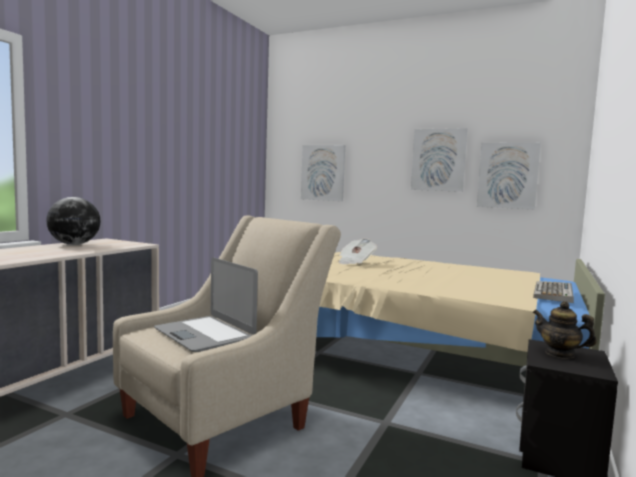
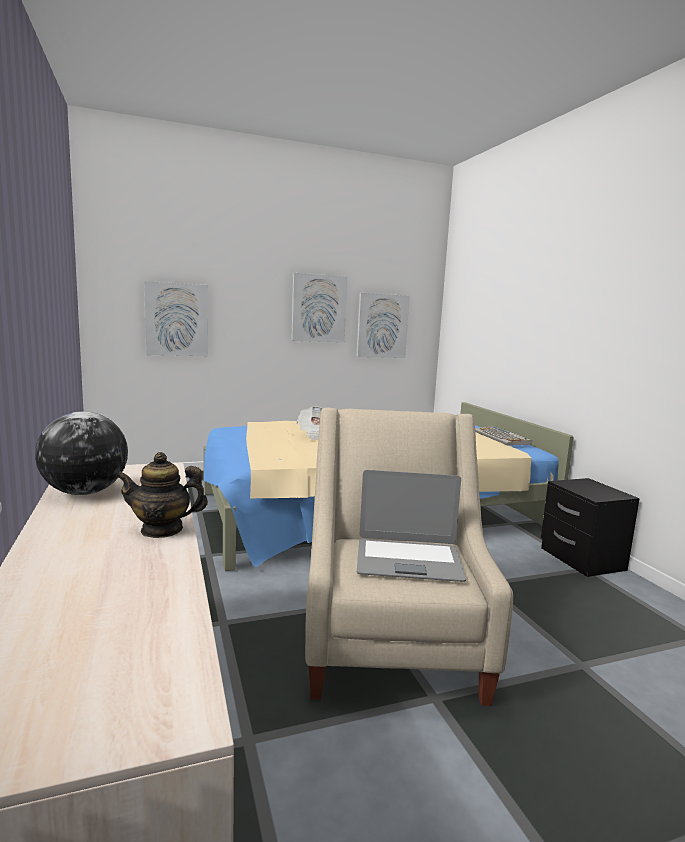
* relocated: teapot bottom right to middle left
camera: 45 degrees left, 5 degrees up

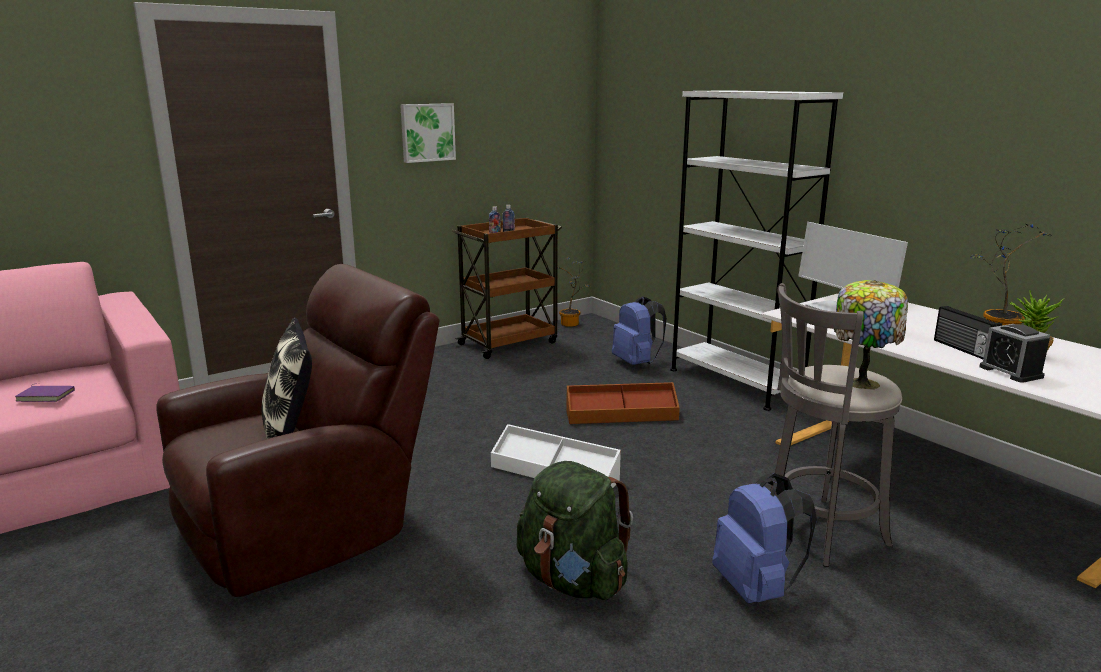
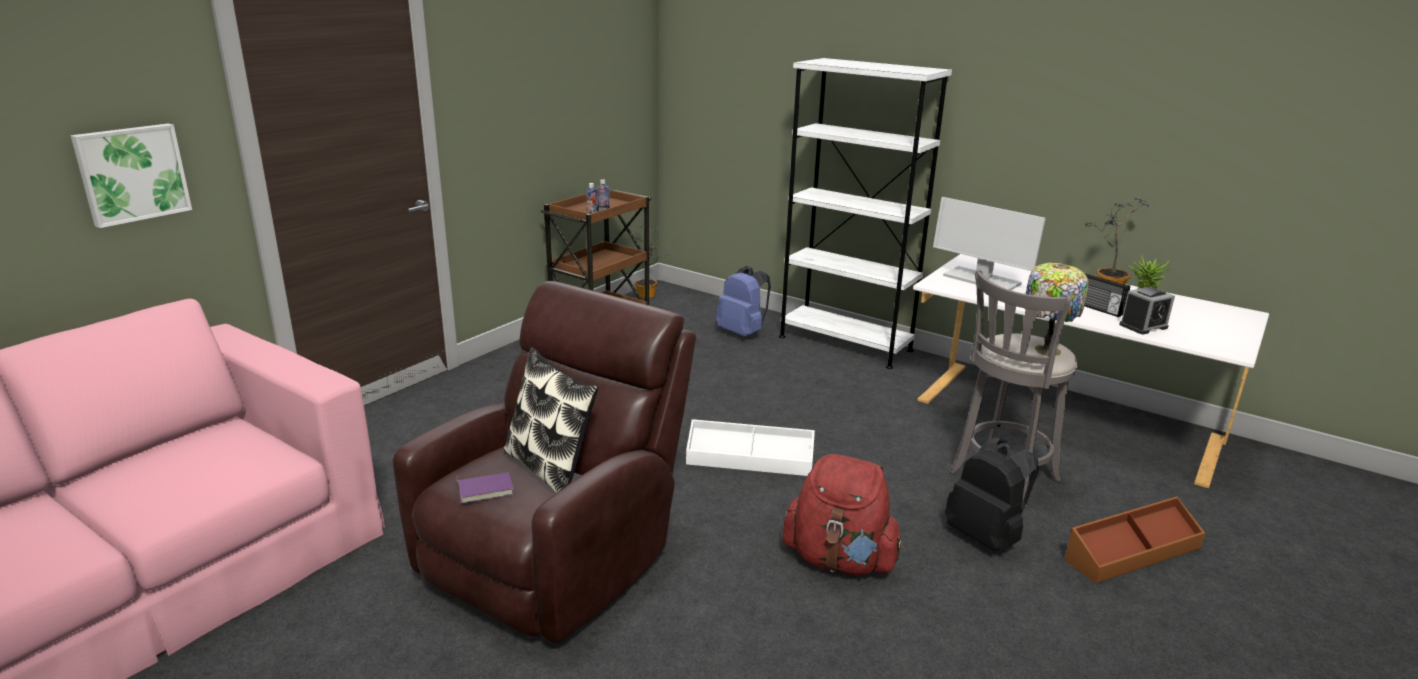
* relocated: purple book middle left to bottom centre
* relocated: wall art top centre to top left
* relocated: brown storage bin centre to bottom right
* colour: green-coloured rucksack bottom centre to reddish rucksack bottom centre
* colour: blue-coloured rucksack (no. 2 from left) bottom right to black-coloured rucksack bottom right
* spun: bedside clock middle right = middle right 75 degrees counterclockwise
camera: 20 degrees left, 5 degrees up

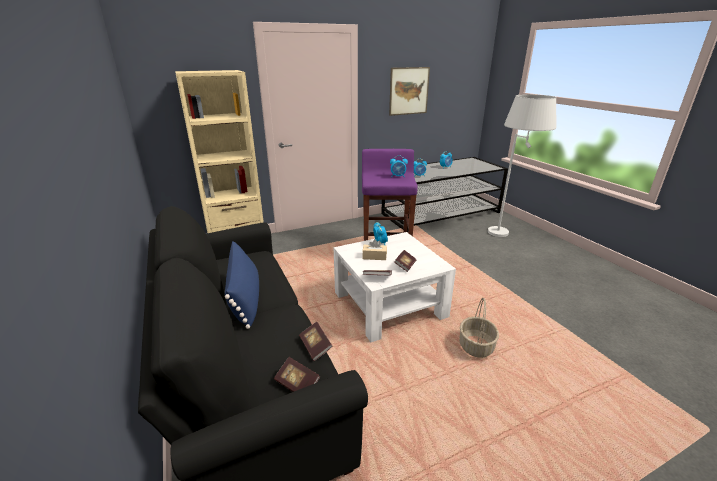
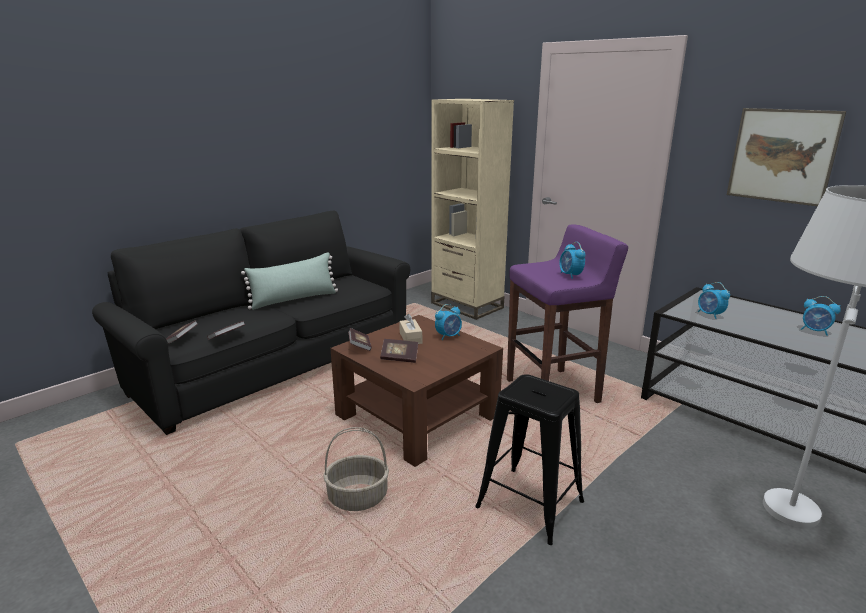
* appeared: black-coloured sitting stool bottom centre
* colour: blue-coloured throw pillow centre to green-coloured throw pillow centre
* colour: whitish low table centre to brown low table centre
camera: 70 degrees right, 5 degrees down

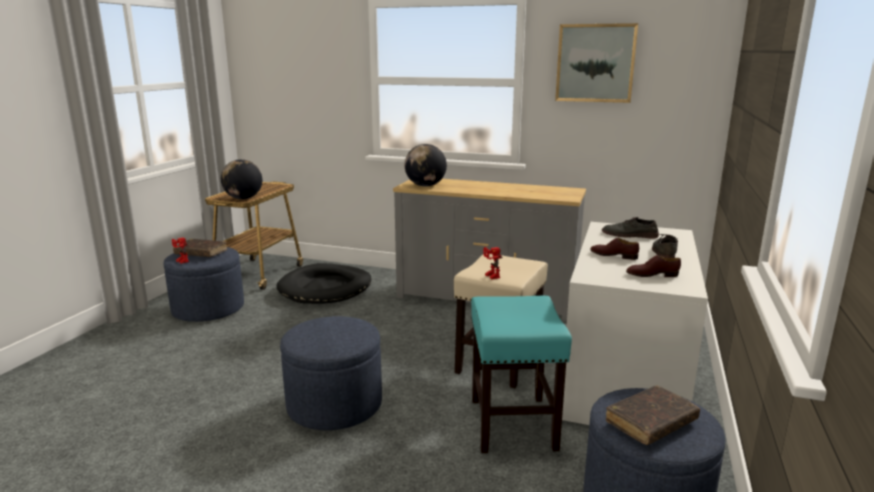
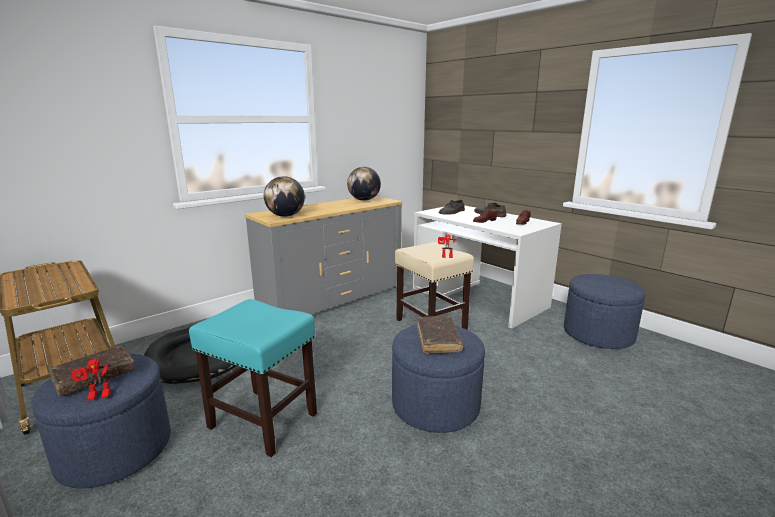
* missing: wall art top right
* relocated: desk globe (no. 1 from left in the first image) middle left to desk globe (no. 2 from left) centre
* relocated: turquoise-coloured sitting stool bottom centre to bottom left
* relocated: brown book (no. 2 from left) bottom right to centre
camera: 60 degrees left, 0 degrees up

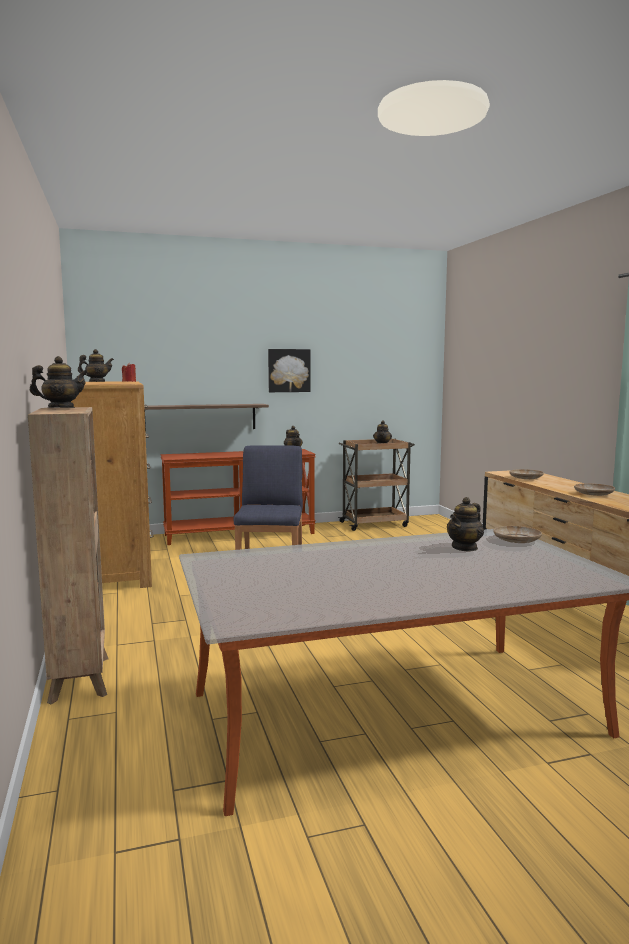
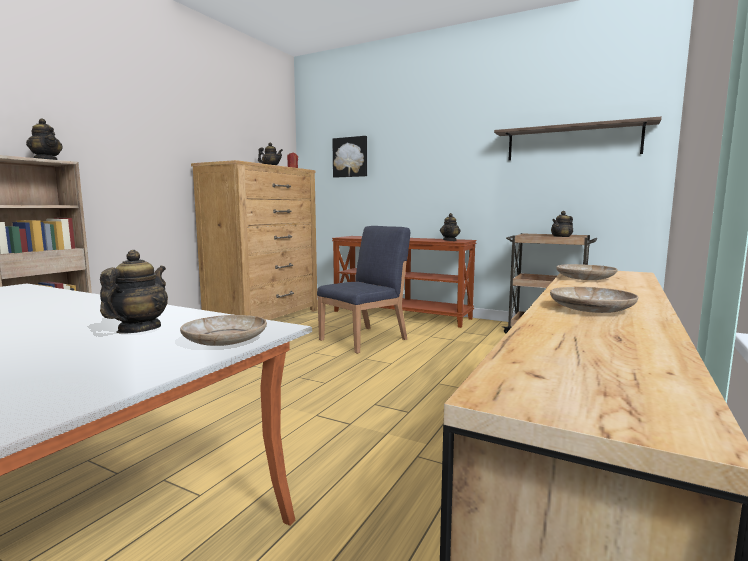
* relocated: wall shelf middle left to top right
* relocated: wall art centre to top centre
* spun: teapot (no. 5 from left in the first image) middle right = middle left 105 degrees clockwise
camera: 45 degrees right, 0 degrees up

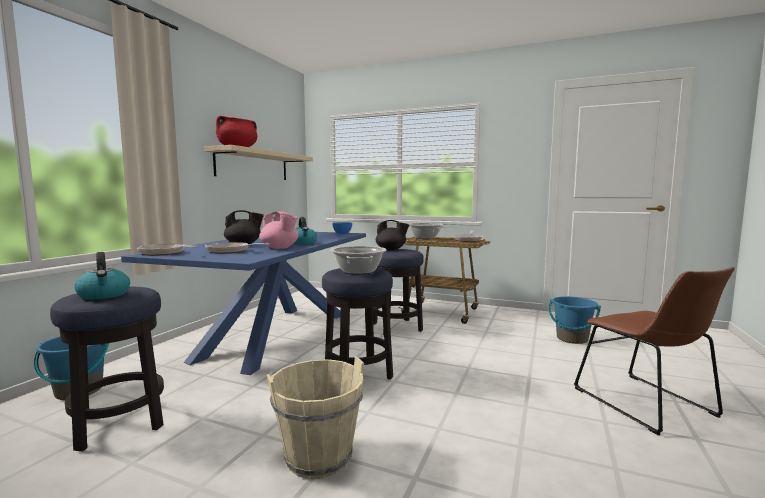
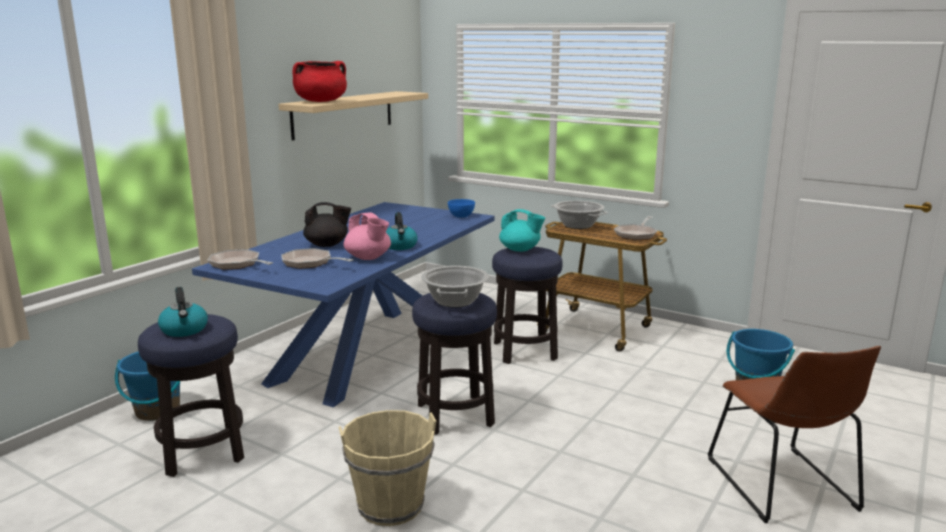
* colour: black-coloured teapot (no. 2 from left) centre to turquoise-coloured teapot centre
camera: 10 degrees right, 10 degrees up

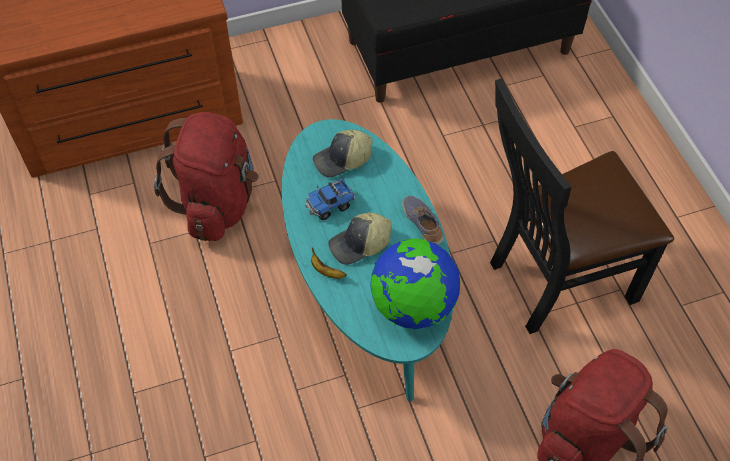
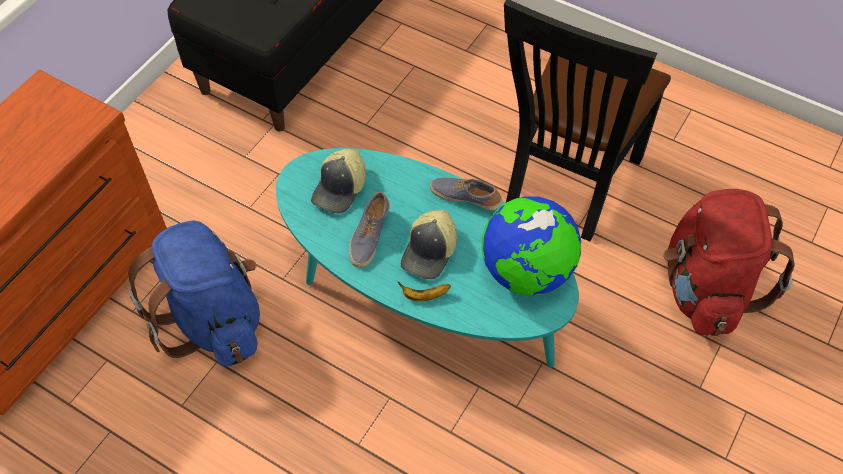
* exchanged: model truck centre to low shoe (no. 1 from left) centre
* colour: reddish rucksack (no. 1 from left) middle left to blue-coloured rucksack middle left
camera: 40 degrees left, 0 degrees up

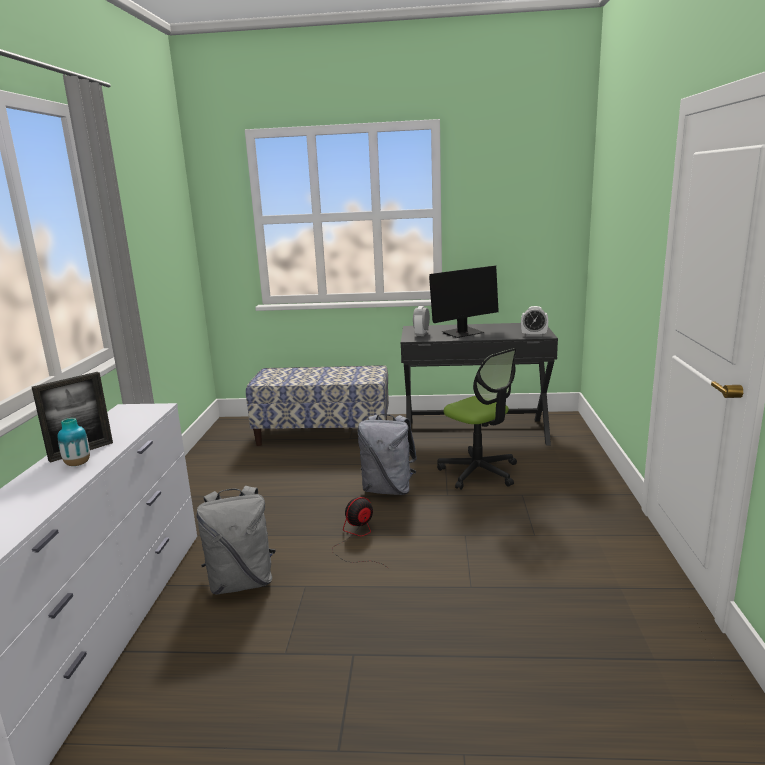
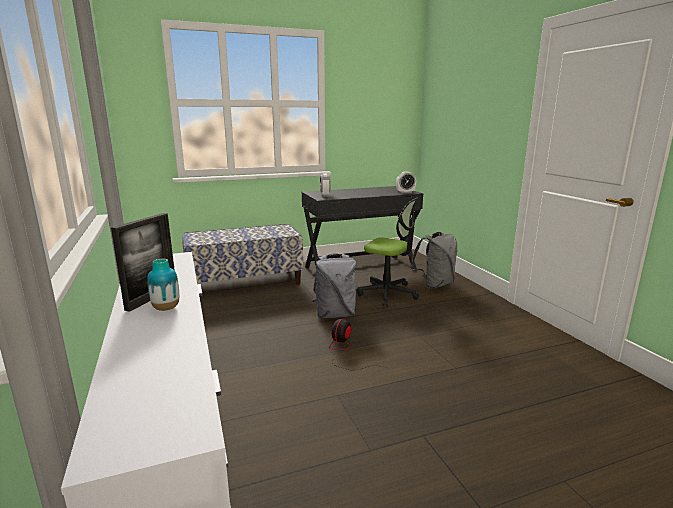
* missing: computer display centre
* relocated: grey rucksack (no. 1 from left in the first image) bottom left to grey rucksack (no. 2 from left) centre
camera: 25 degrees left, 0 degrees up

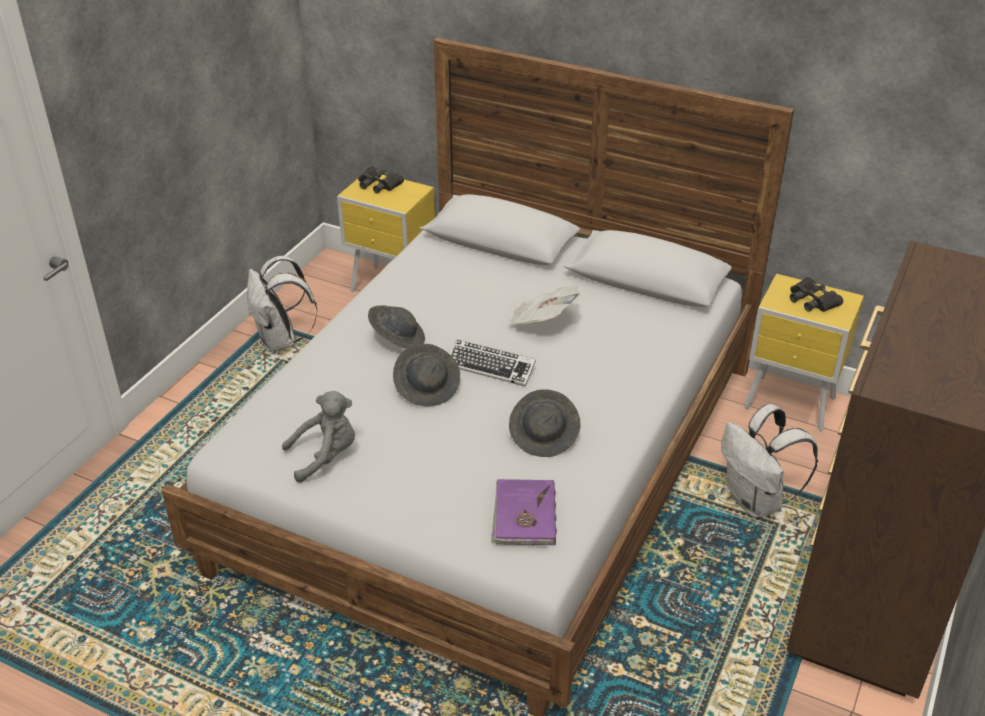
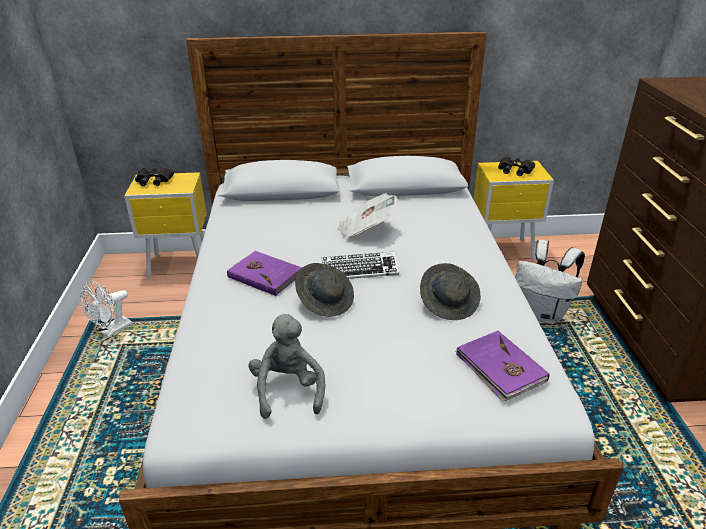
* exchanged: whitish rucksack (no. 1 from left) middle left to whitish cooling fan middle left
* exchanged: grey clothing hat (no. 1 from left) centre to purple book (no. 1 from left) centre
* spun: grey cuddly toy middle left = bottom centre 45 degrees counterclockwise
camera: 30 degrees left, 5 degrees down

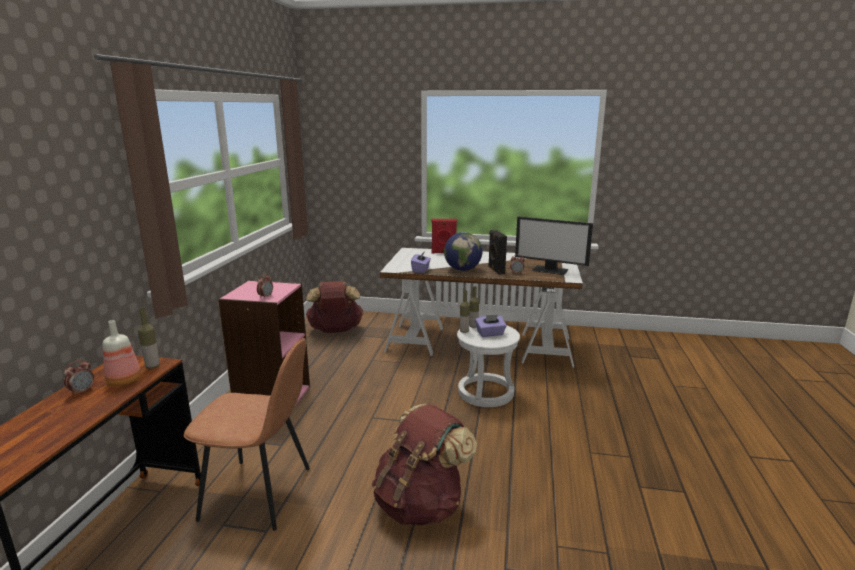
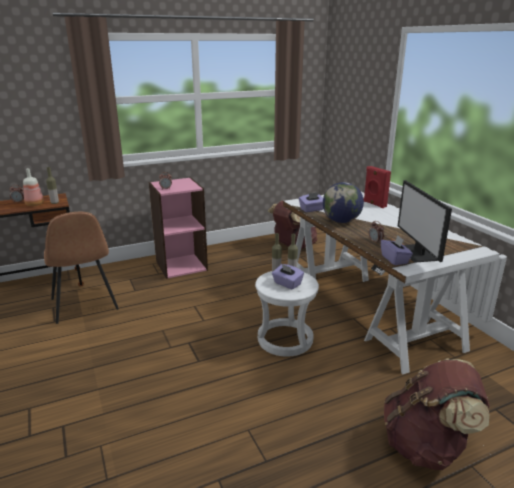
* missing: black-coloured speaker centre
* appeared: purple tissue box (no. 3 from left) middle right
* relocated: brown rucksack (no. 2 from left) bottom centre to bottom right
camera: 55 degrees right, 5 degrees up

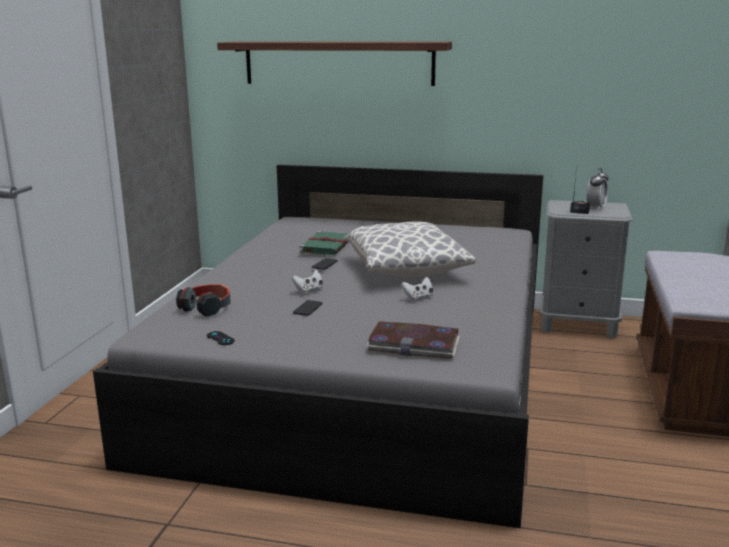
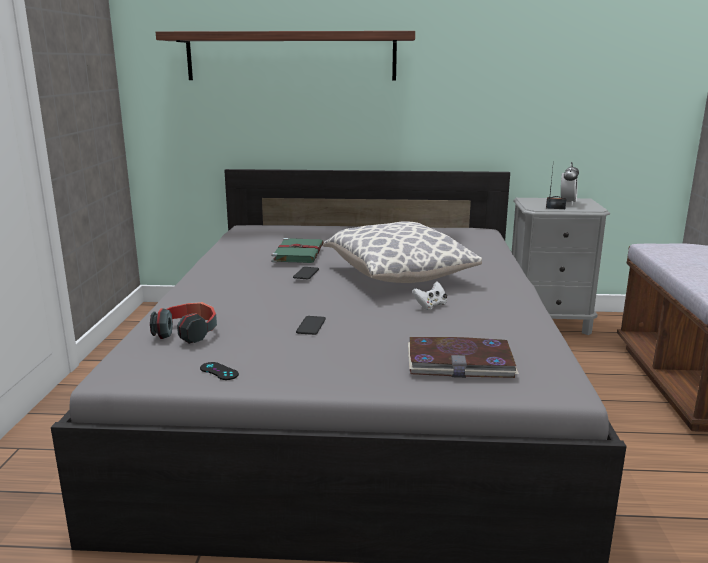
* missing: whitish game controller (no. 1 from left) centre
camera: 10 degrees left, 0 degrees up

